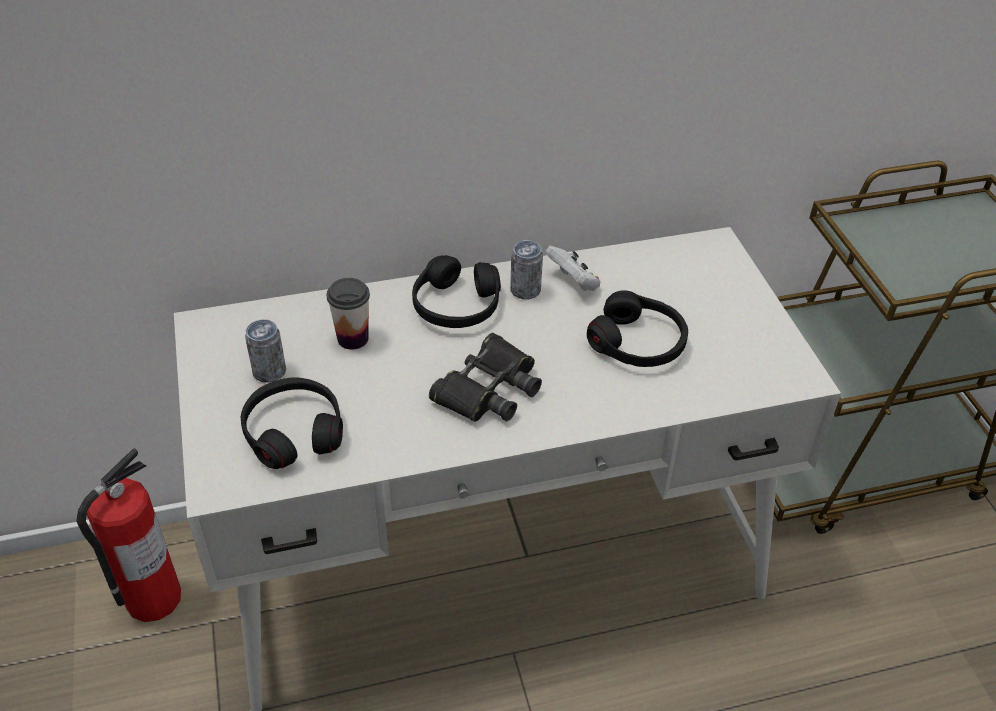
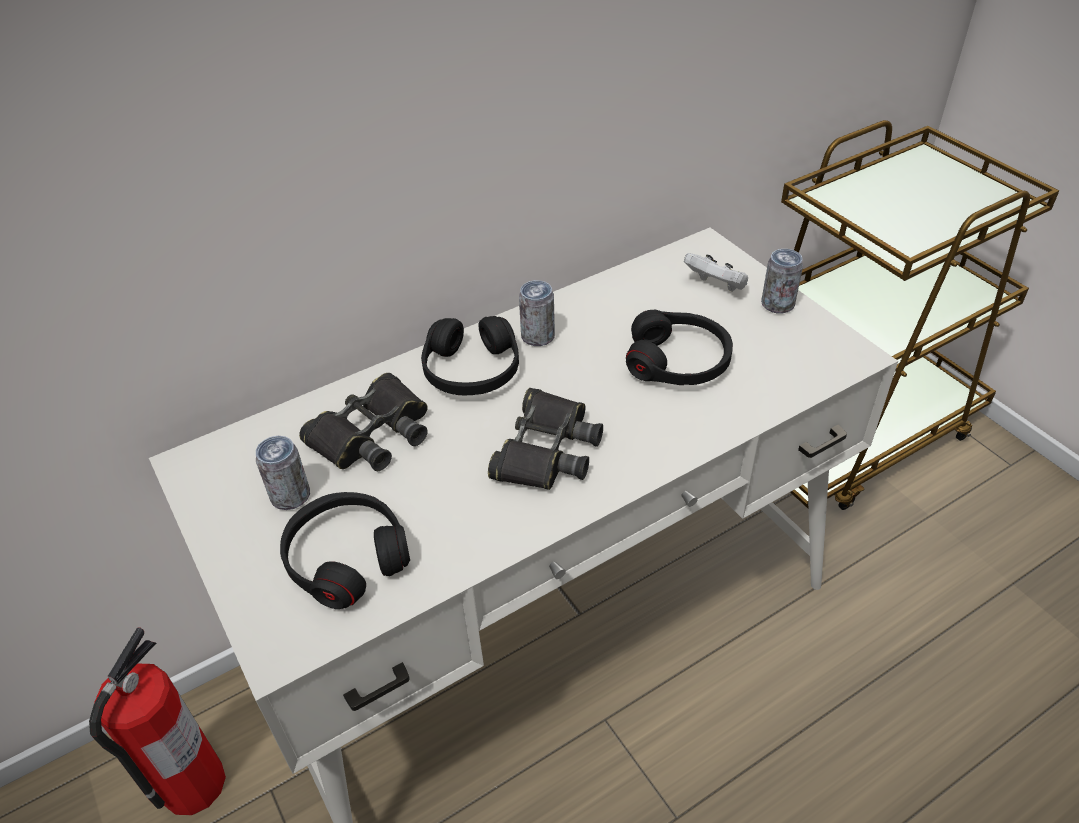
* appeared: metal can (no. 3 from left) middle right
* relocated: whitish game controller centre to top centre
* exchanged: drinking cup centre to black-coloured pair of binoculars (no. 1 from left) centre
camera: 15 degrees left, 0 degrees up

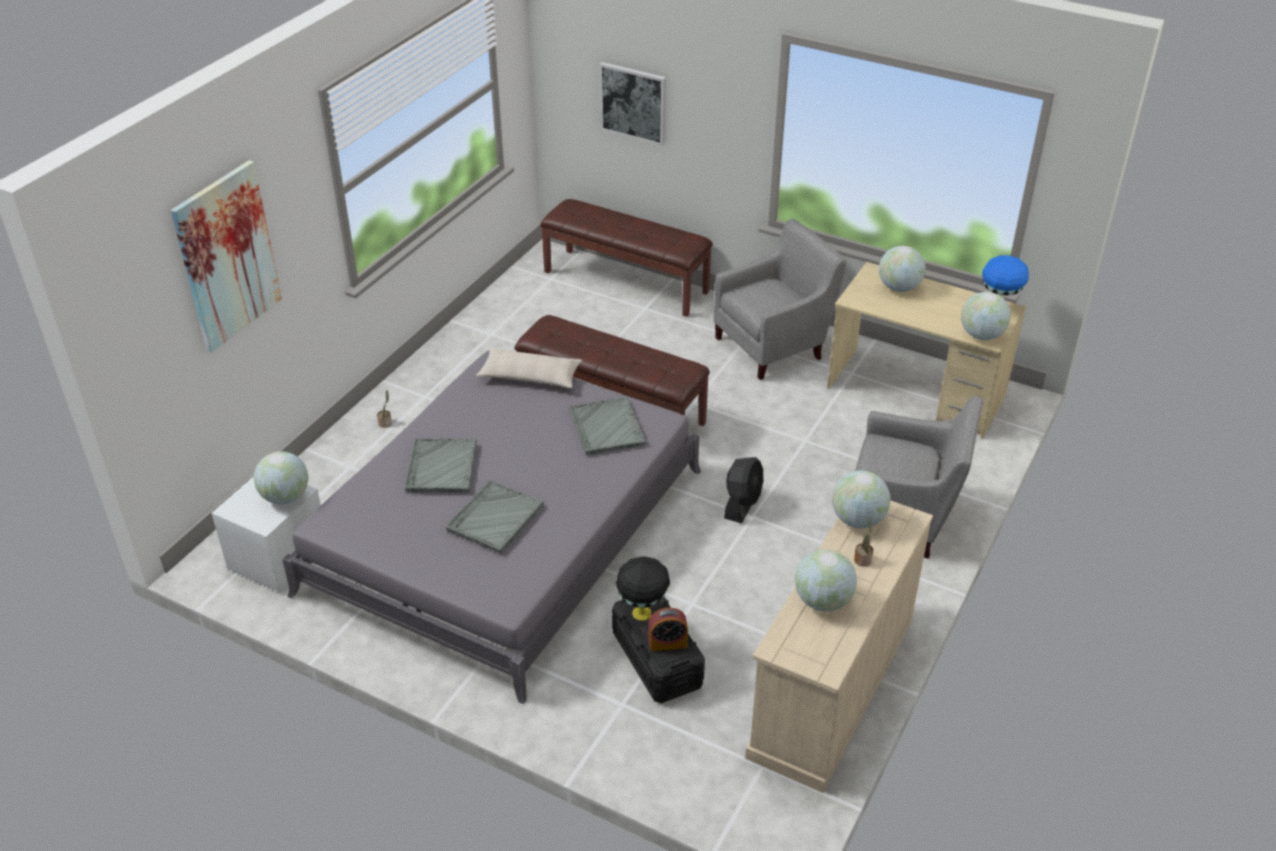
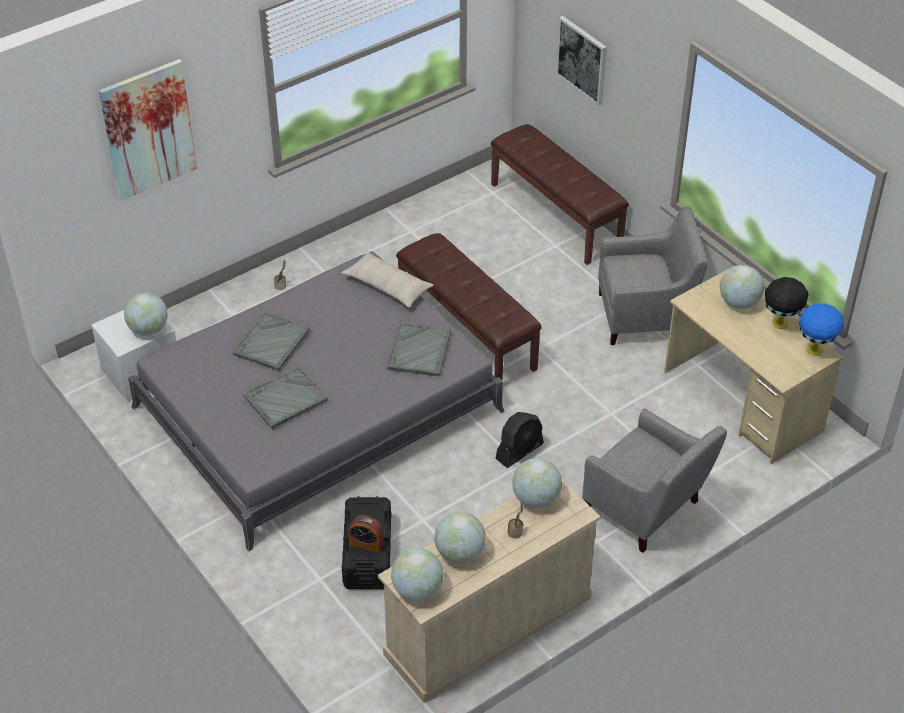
* relocated: black-coloured tabletop lamp bottom centre to middle right
* relocated: desk globe (no. 5 from left in the first image) middle right to desk globe (no. 2 from left) bottom centre
camera: 25 degrees right, 5 degrees up

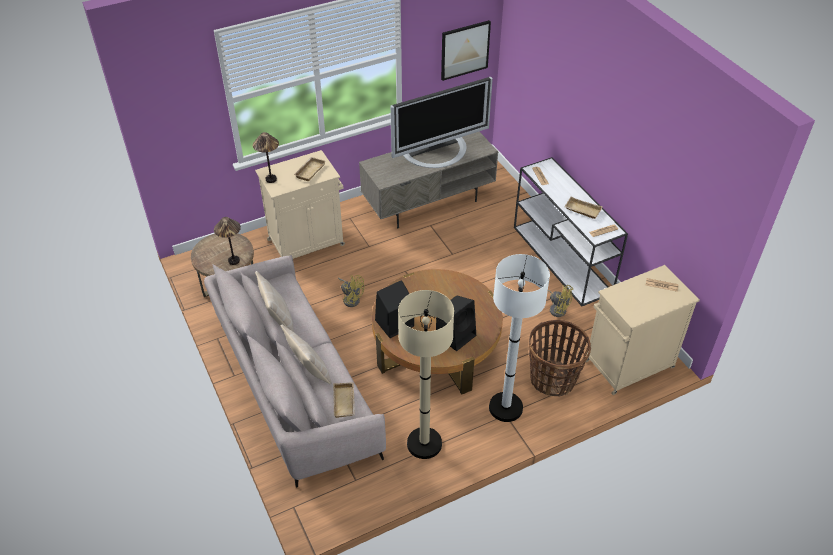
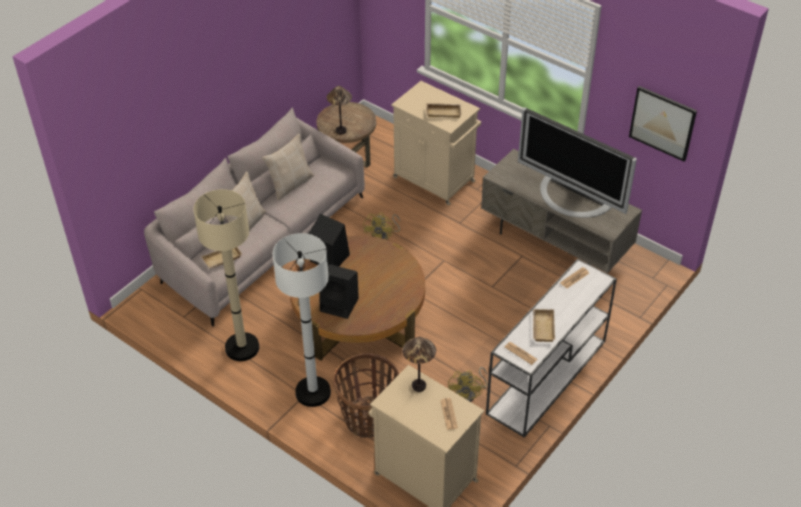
* relocated: tabletop lamp (no. 2 from left) top left to bottom centre
camera: 65 degrees right, 0 degrees up

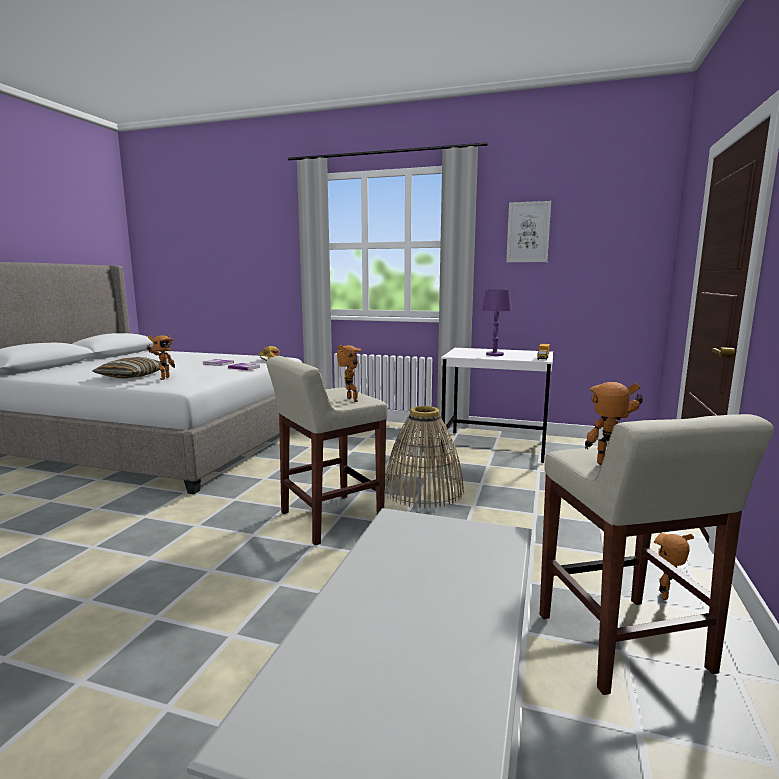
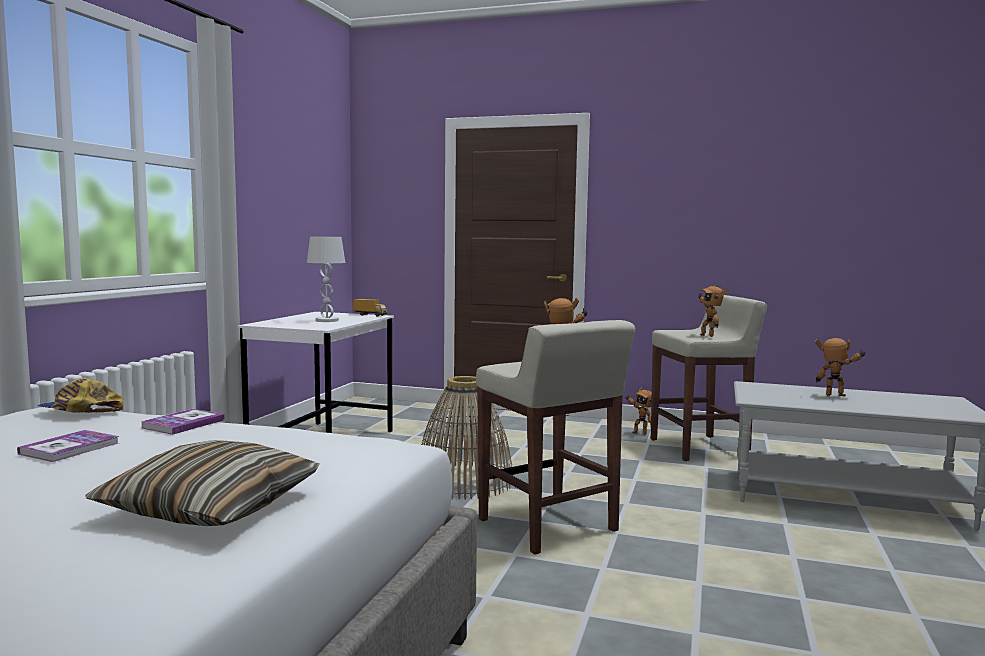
* missing: wall art top right
* relocated: robot figure (no. 1 from left in the first image) middle left to robot figure (no. 4 from left) middle right
* colour: purple tabletop lamp centre to whitish tabletop lamp middle left
camera: 90 degrees left, 5 degrees down

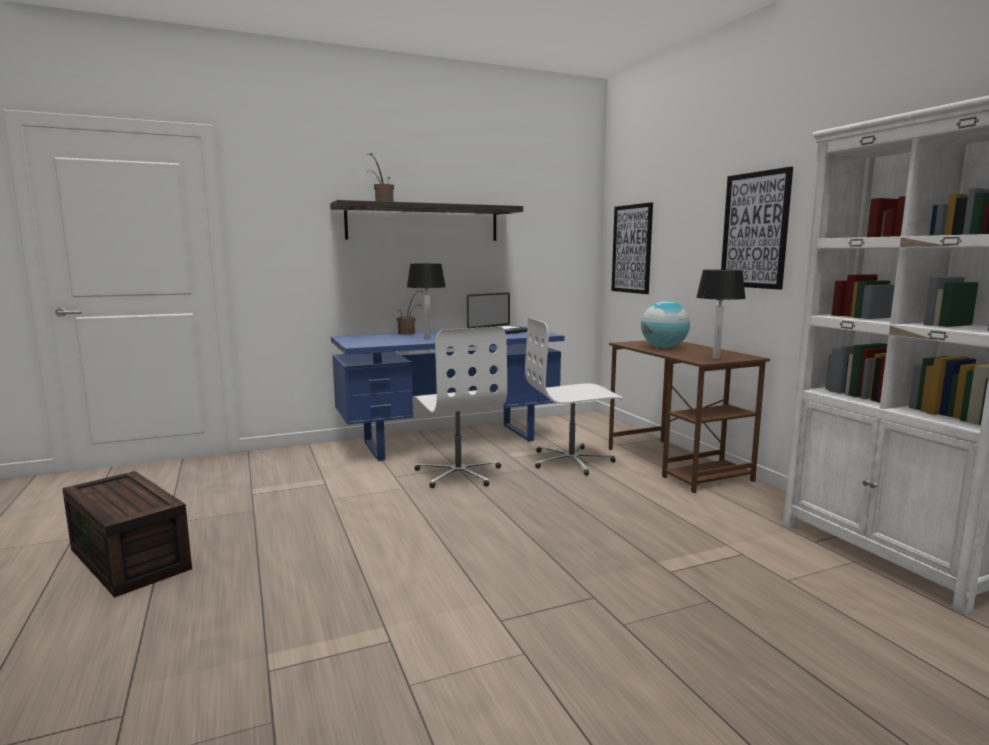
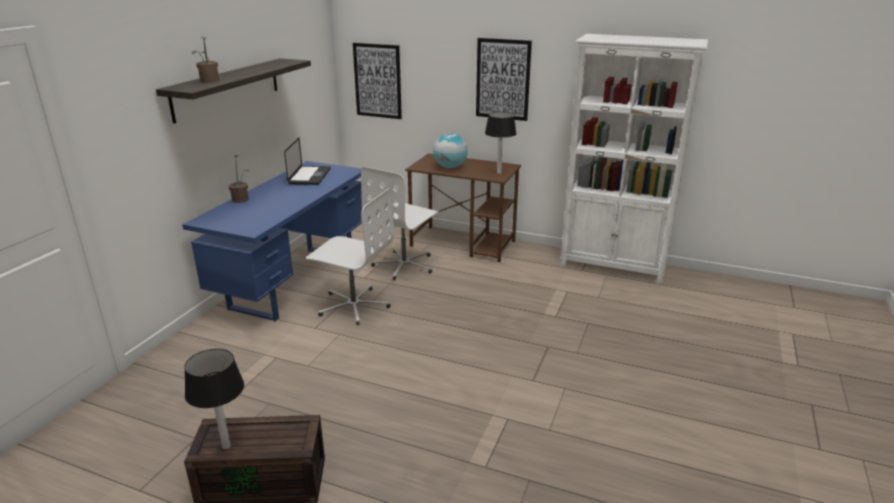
* relocated: tabletop lamp (no. 1 from left) centre to bottom left
camera: 45 degrees left, 15 degrees up

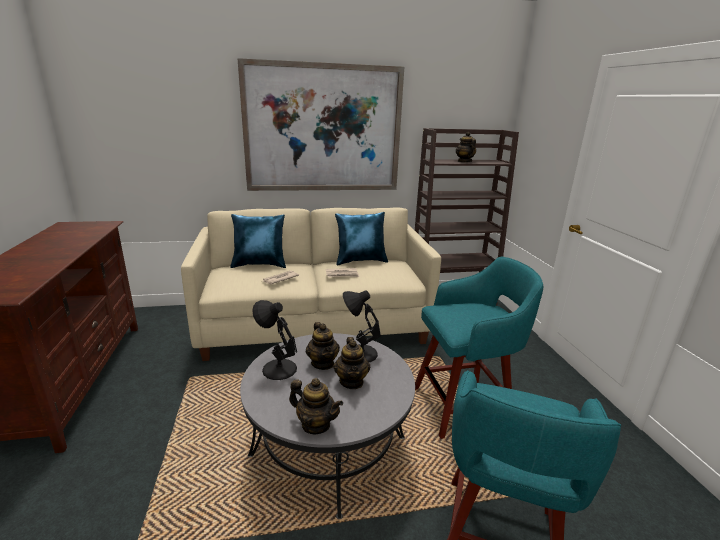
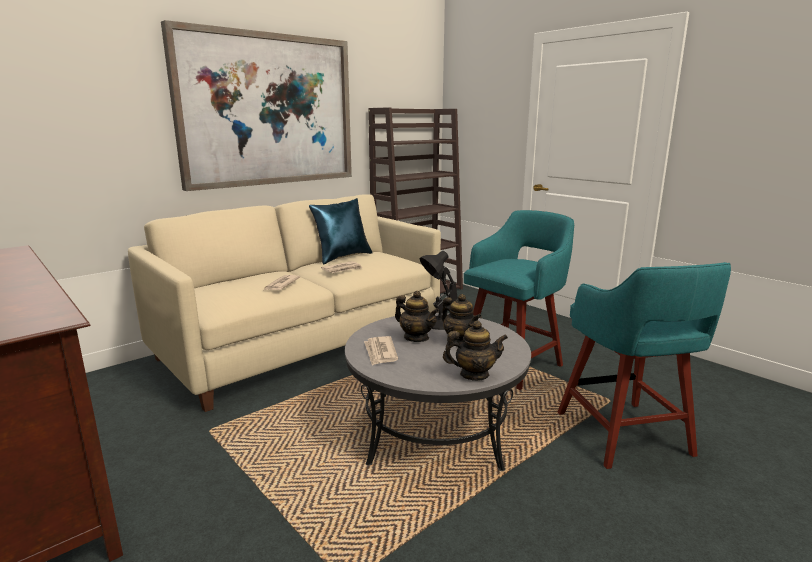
* missing: blue-coloured throw pillow (no. 1 from left) centre
* missing: teapot (no. 4 from left) top centre
* exchanged: black-coloured tabletop lamp (no. 1 from left) centre to newspaper (no. 3 from left) centre
camera: 30 degrees left, 5 degrees down

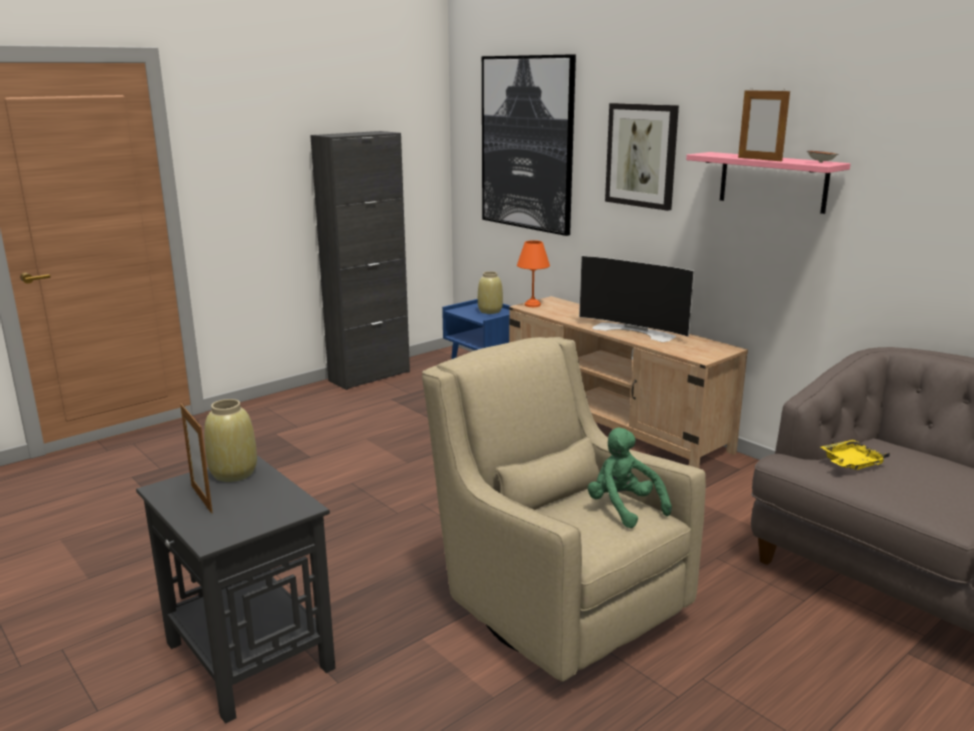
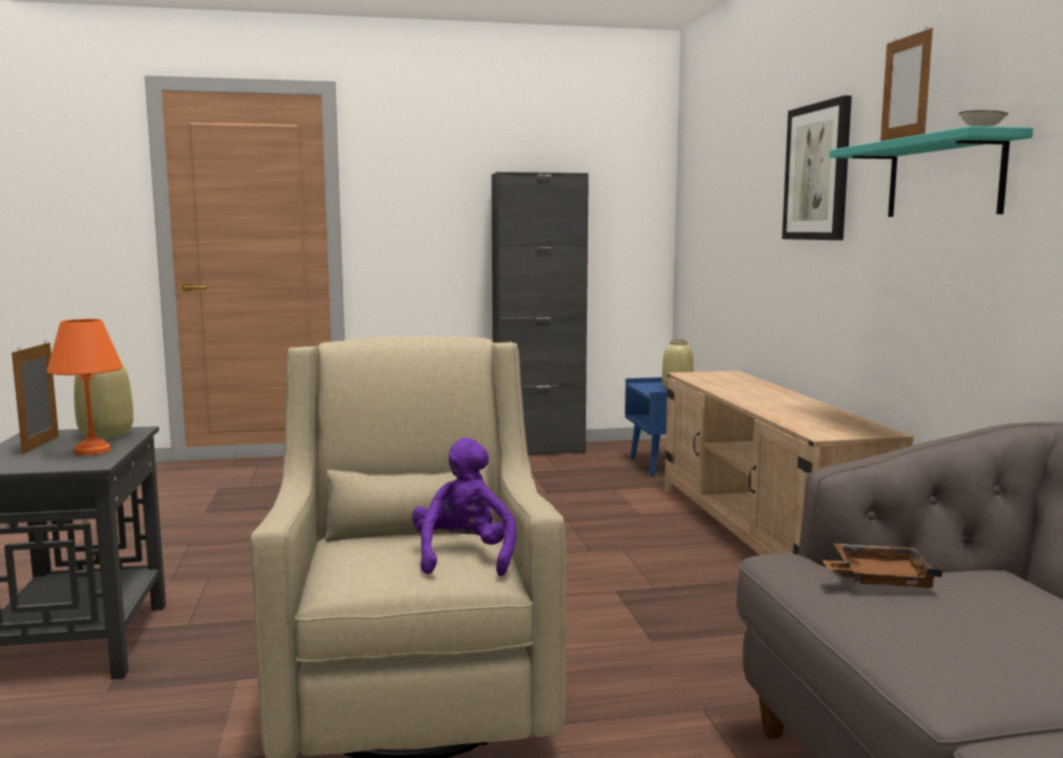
* missing: wall art (no. 1 from left) top centre
* missing: TV centre
* relocated: orange tabletop lamp centre to middle left
* colour: green-coloured cuddly toy centre to purple cuddly toy bottom centre
* colour: pinkish wall shelf top right to turquoise-coloured wall shelf top right
* colour: yellow-coloured carrying tray middle right to brown carrying tray bottom right
camera: 30 degrees right, 10 degrees down

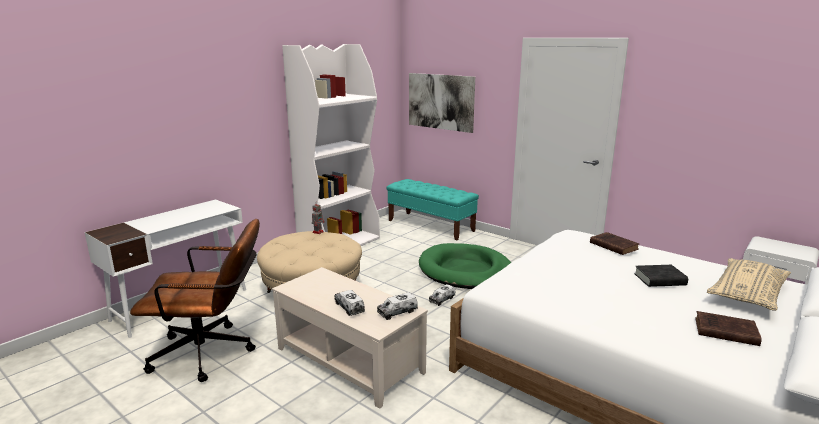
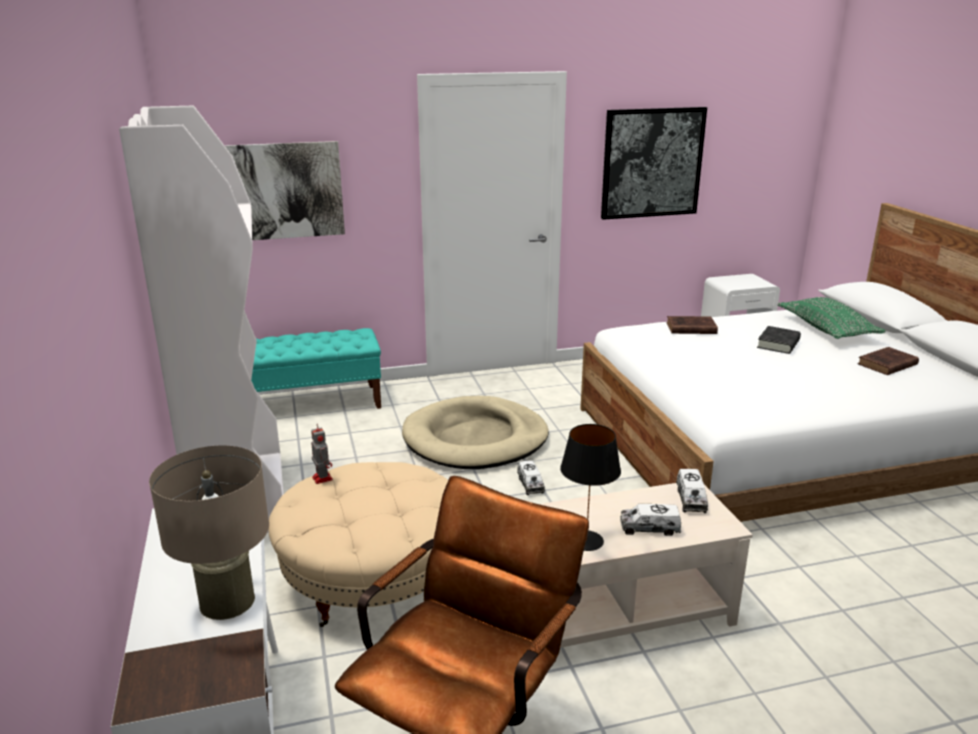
* appeared: beige tabletop lamp bottom left
* appeared: black-coloured tabletop lamp centre
* appeared: wall art (no. 2 from left) top right
* colour: green-coloured dog cushion centre to beige dog cushion centre
* colour: beige throw pillow bottom right to green-coloured throw pillow middle right
camera: 55 degrees left, 5 degrees up

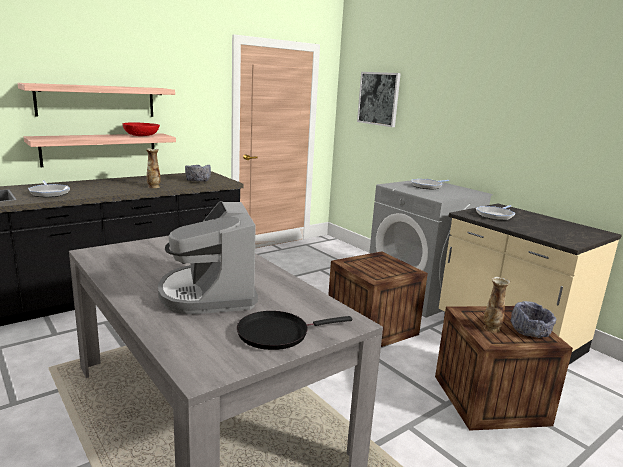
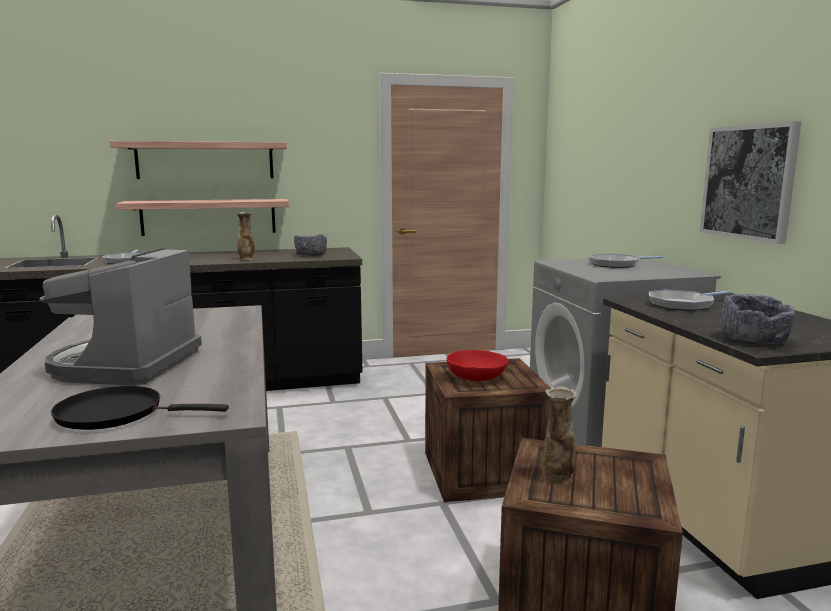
* relocated: reddish serving bowl top left to centre
* relocated: wall art top centre to top right
* relocated: grey serving bowl (no. 2 from left) bottom right to middle right
camera: 25 degrees right, 5 degrees down

